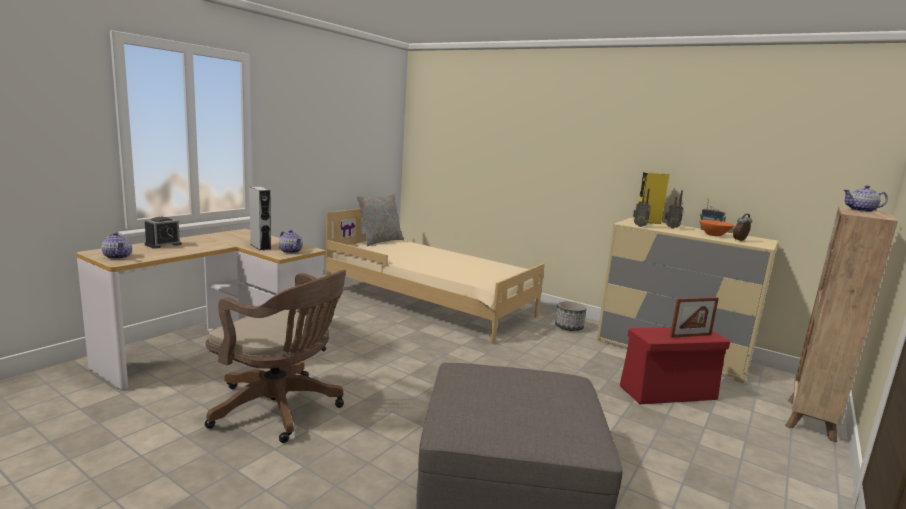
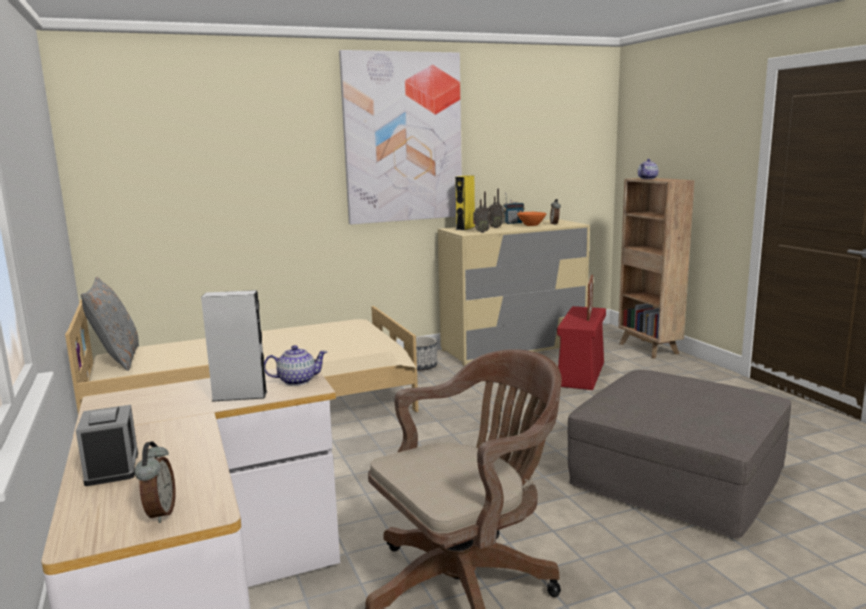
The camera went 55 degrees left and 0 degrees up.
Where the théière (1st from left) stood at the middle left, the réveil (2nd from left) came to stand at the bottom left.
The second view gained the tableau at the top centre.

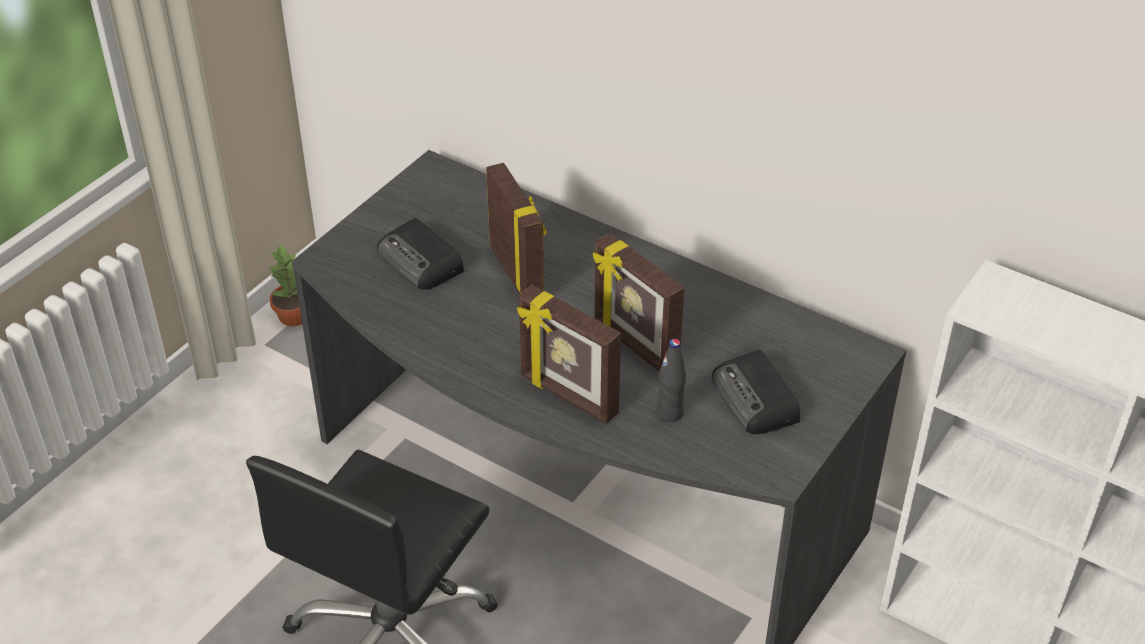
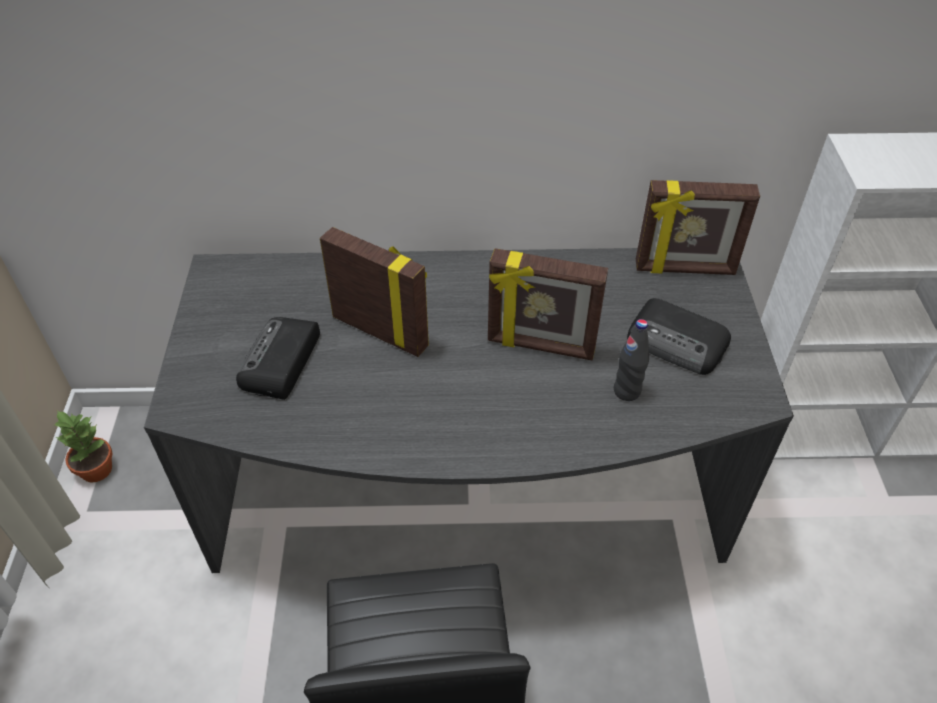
The camera went 35 degrees left and 5 degrees up.
The radio (1st from left) at the centre ended up facing another way, 90 degrees clockwise from before.
The cadre photo (2nd from left in the first image) ended up elsewhere, having gone from the centre to the top right.

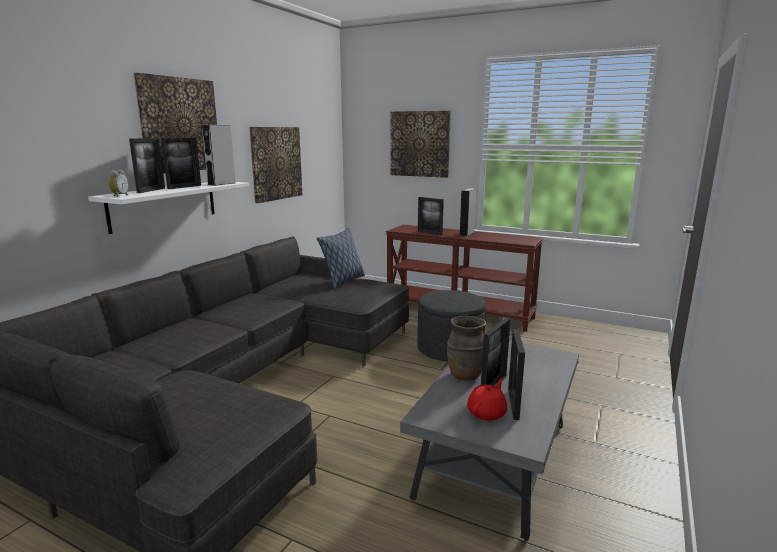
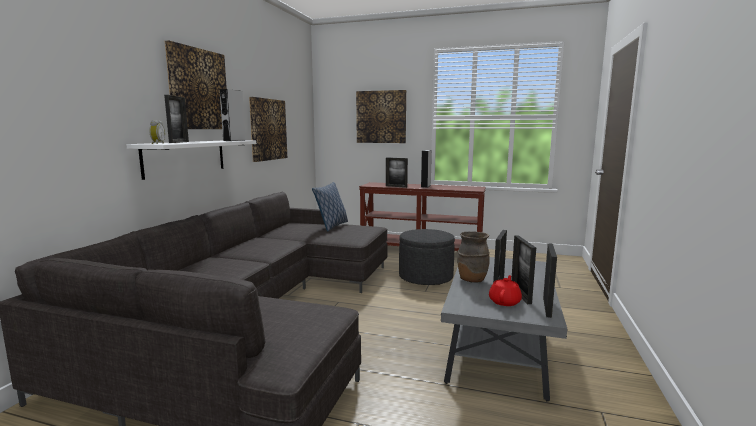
The camera went 10 degrees left and 5 degrees down.
The cadre photo (2nd from left in the first image) ended up elsewhere, having gone from the top left to the middle right.

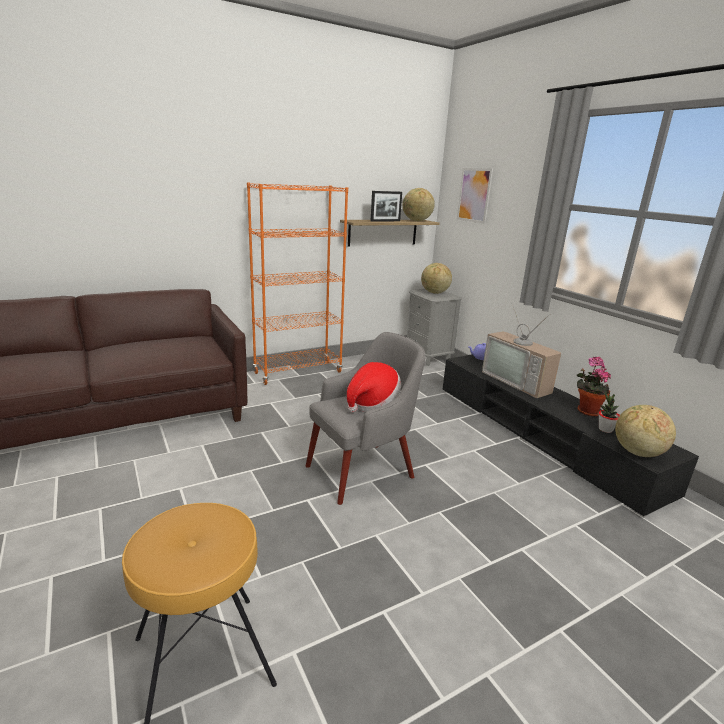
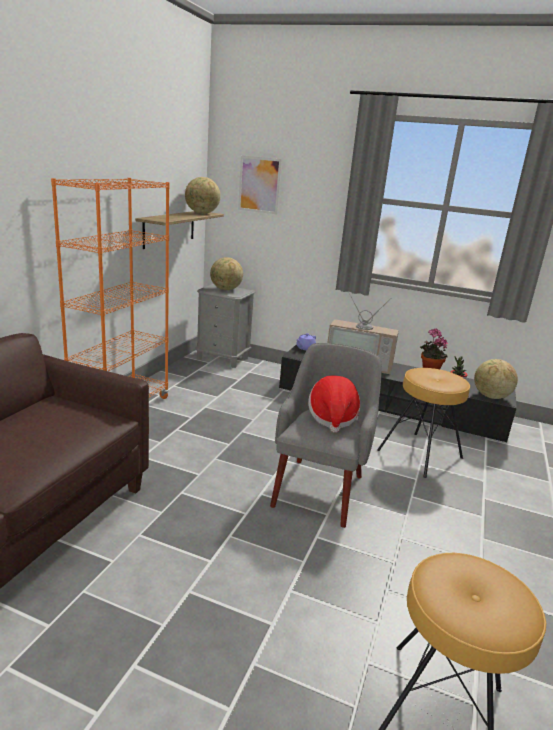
The camera went 40 degrees left and 0 degrees up.
The second view lost the cadre photo at the top centre.
The second view gained the tabouret [marron] (1st from left) at the middle right.

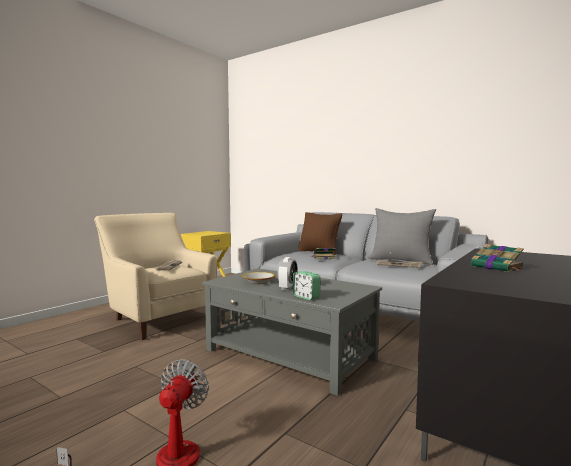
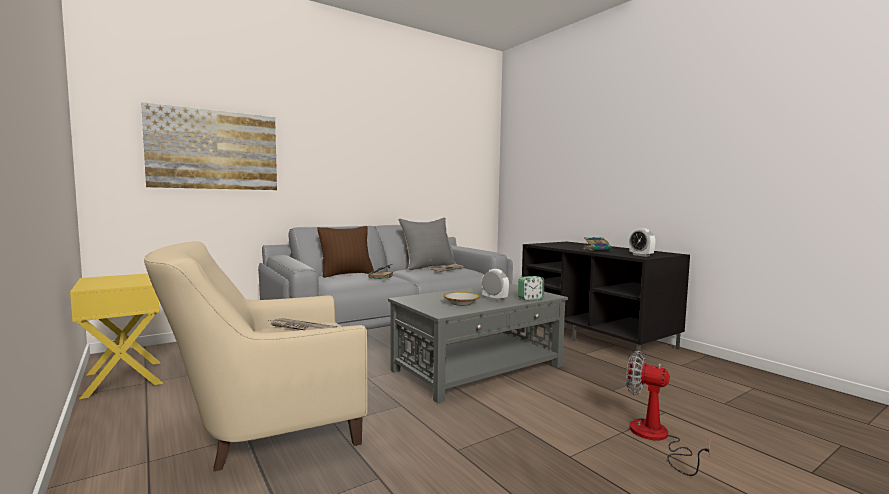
The camera went 70 degrees left and 0 degrees up.
The second view gained the tableau at the top left.
The second view gained the réveil (3rd from left) at the middle right.

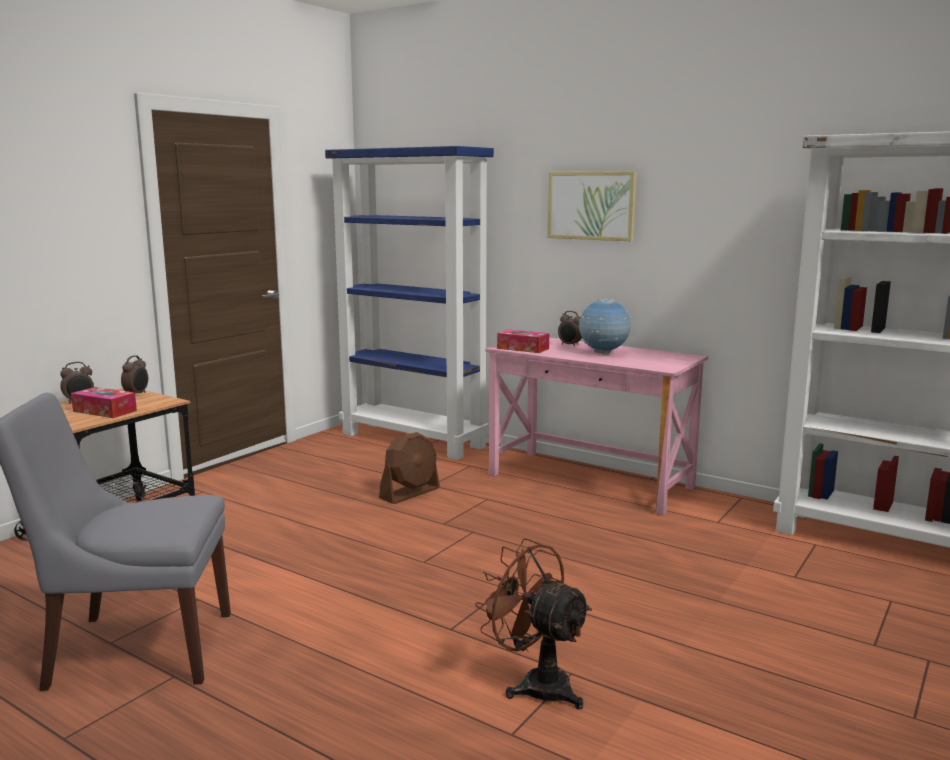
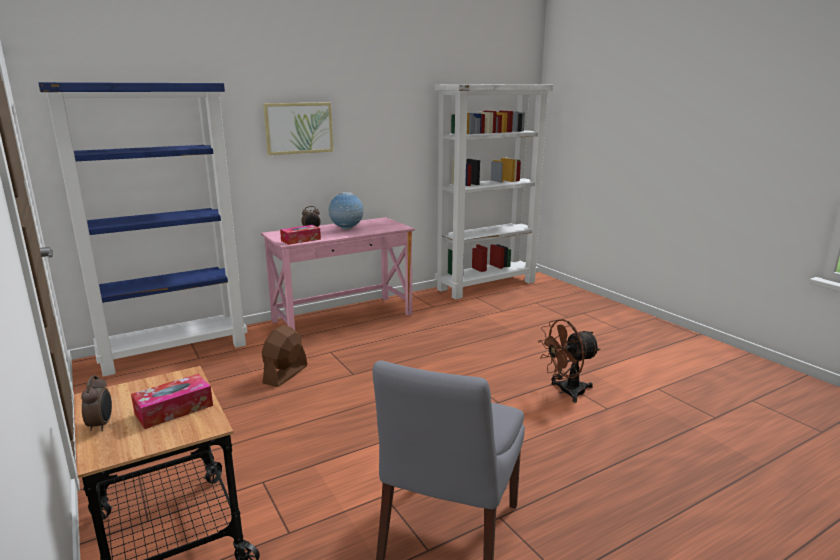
The camera went 65 degrees left and 5 degrees up.
The second view lost the réveil (2nd from left) at the middle left.
The ventilateur [marron] (1st from left) at the centre ended up facing another way, 135 degrees counterclockwise from before.

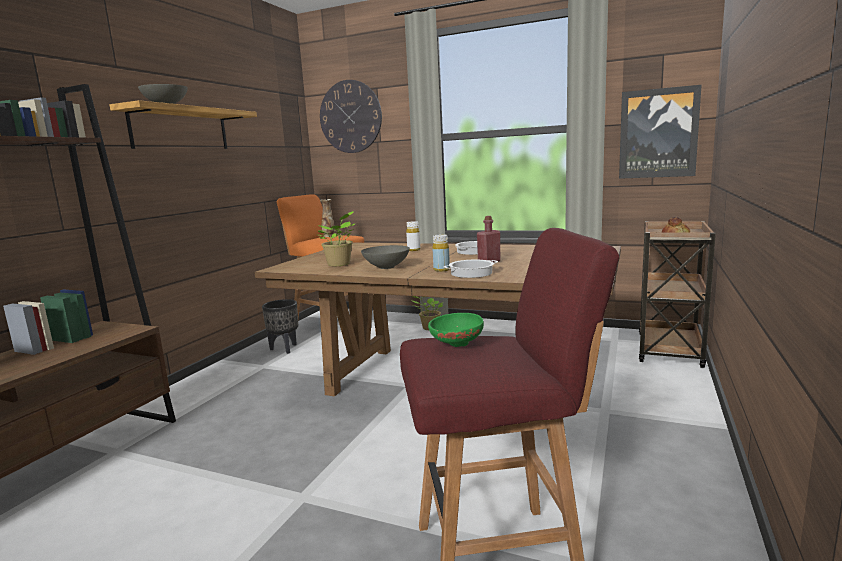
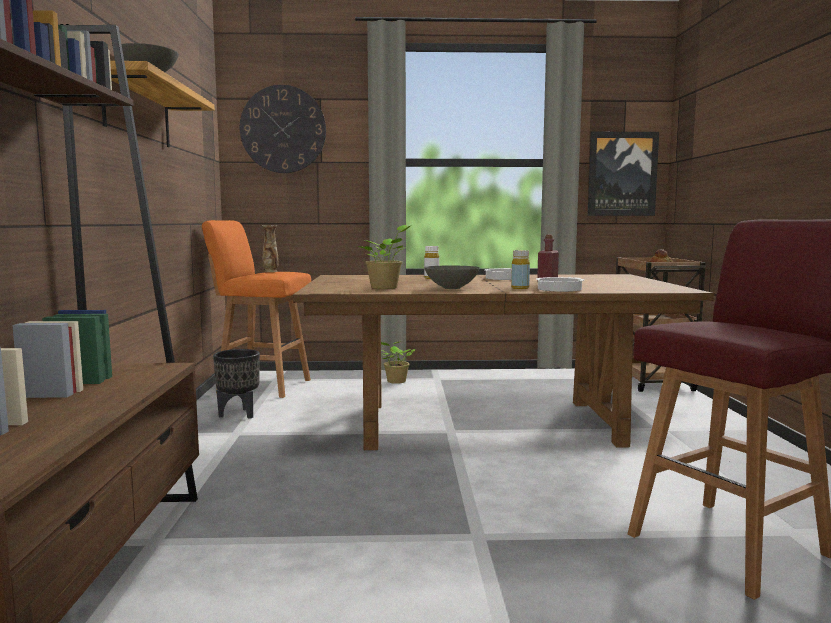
The camera went 25 degrees left and 5 degrees down.
The second view lost the bol [vert] at the centre.

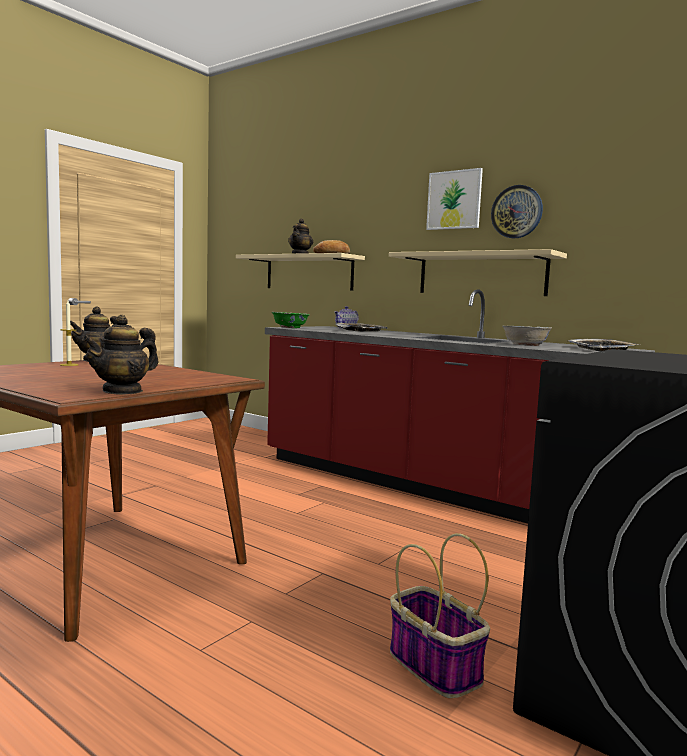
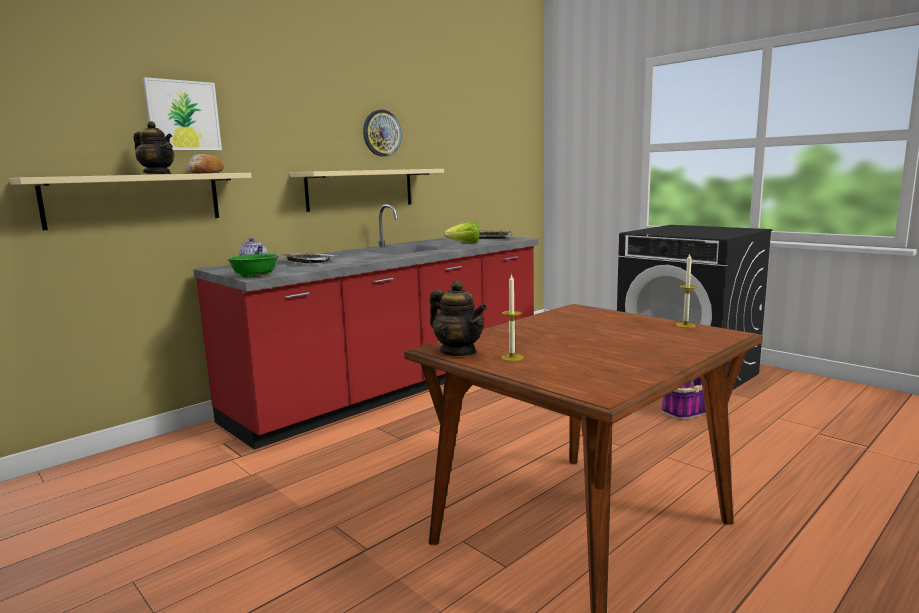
The camera went 80 degrees left and 5 degrees up.
The tableau ended up elsewhere, having gone from the top centre to the top left.
Where the théière (2nd from left) stood at the middle left, the bougie (2nd from left) came to stand at the middle right.
Where the bol [blanc] stood at the middle right, the laitue came to stand at the centre.

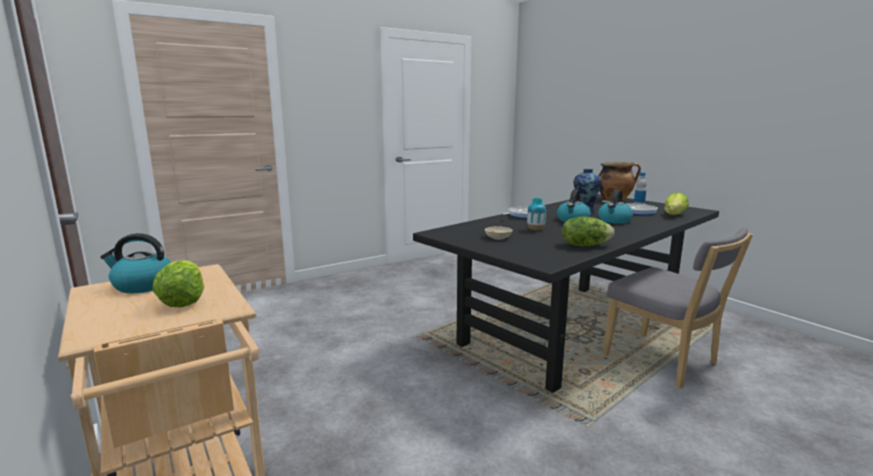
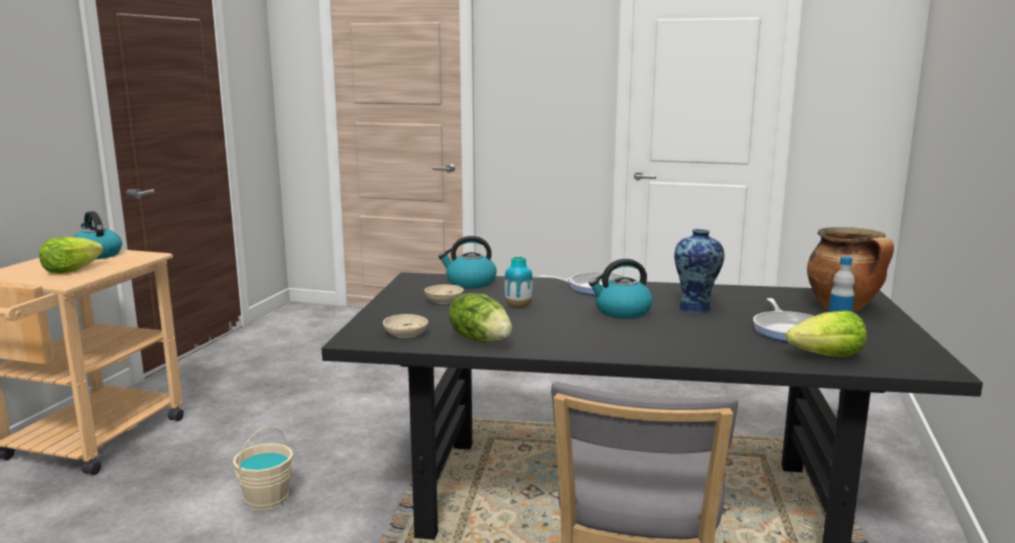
The camera went 50 degrees right and 0 degrees up.
The bouilloire (3rd from left in the first image) ended up elsewhere, having gone from the middle right to the centre.
The second view gained the bol [beige] (1st from left) at the centre.
The second view gained the seau [beige] at the bottom left.

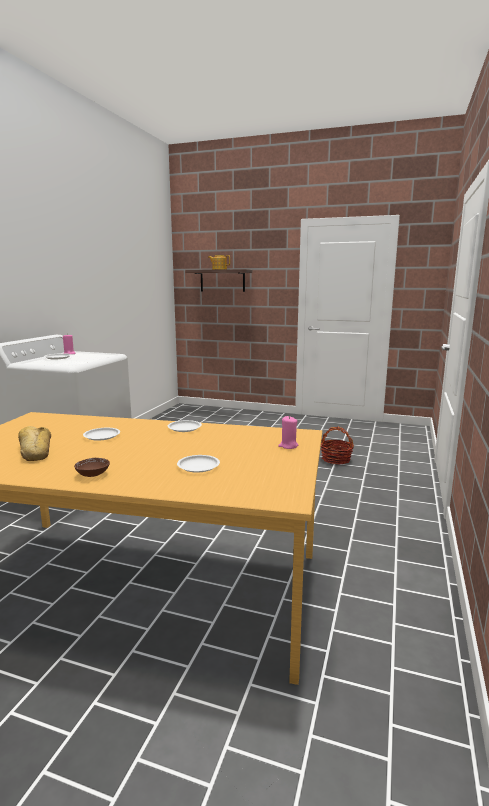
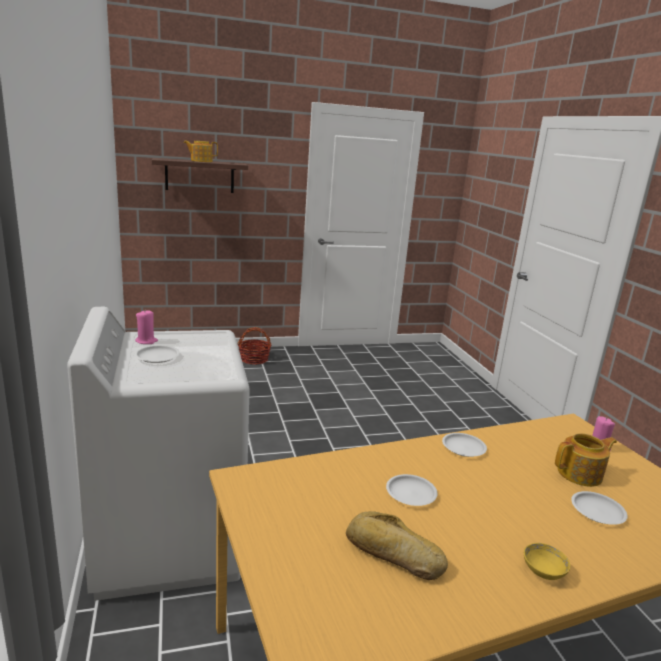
The camera went 35 degrees left and 5 degrees up.
The panier ended up elsewhere, having gone from the middle right to the centre.
What was the bol [marron] at the middle left turned into the bol [jaune] at the bottom right.
The second view gained the théière (2nd from left) at the bottom right.

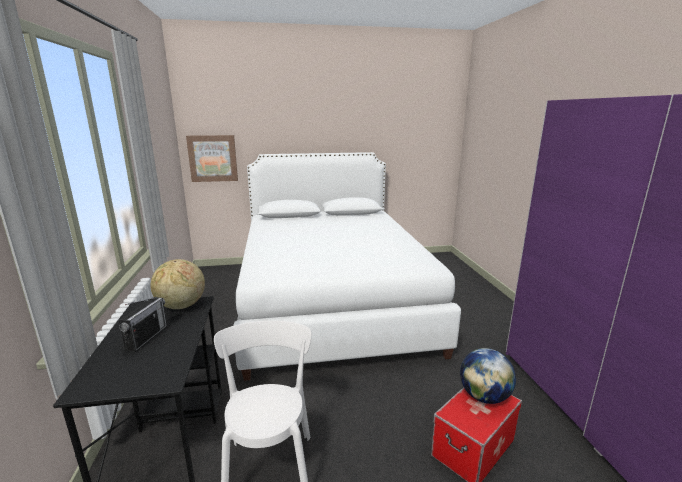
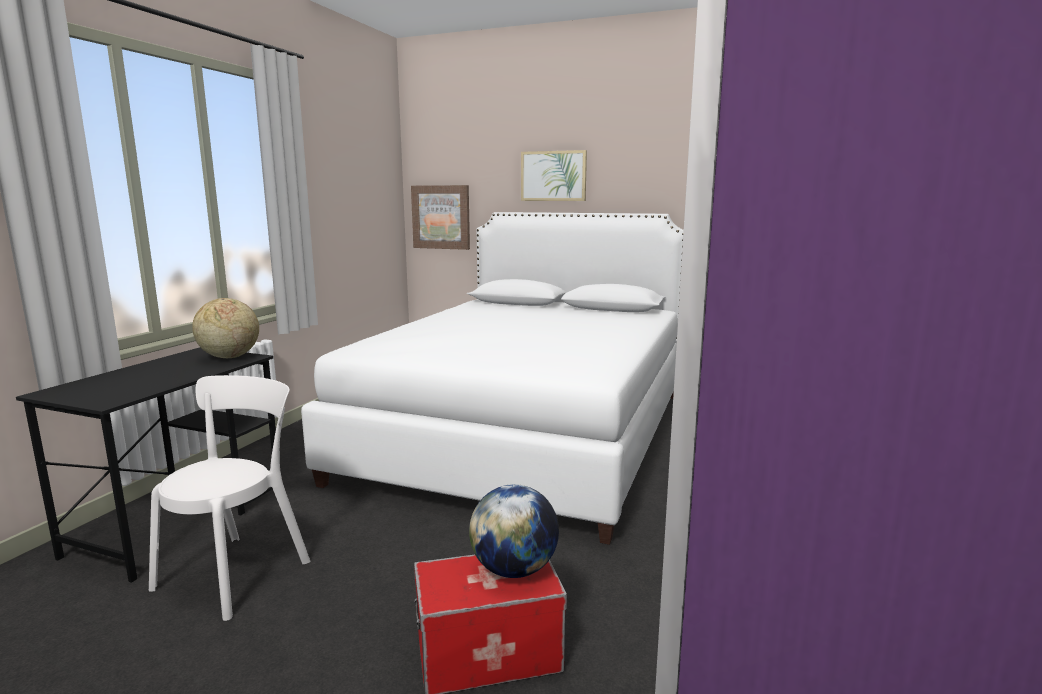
The camera went 30 degrees right and 5 degrees down.
The second view lost the radio at the bottom left.
The second view gained the tableau (2nd from left) at the top centre.

